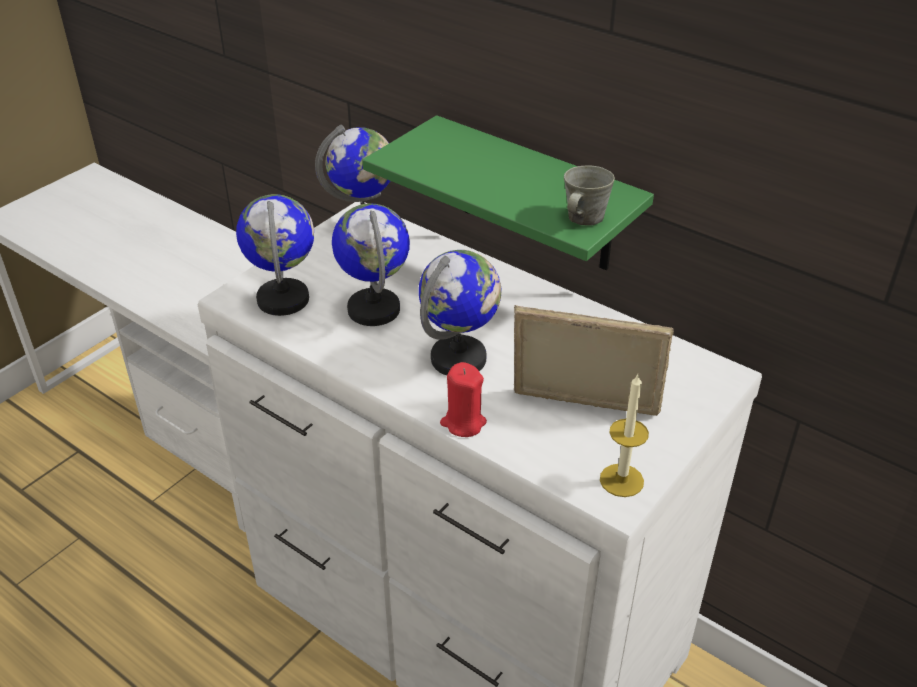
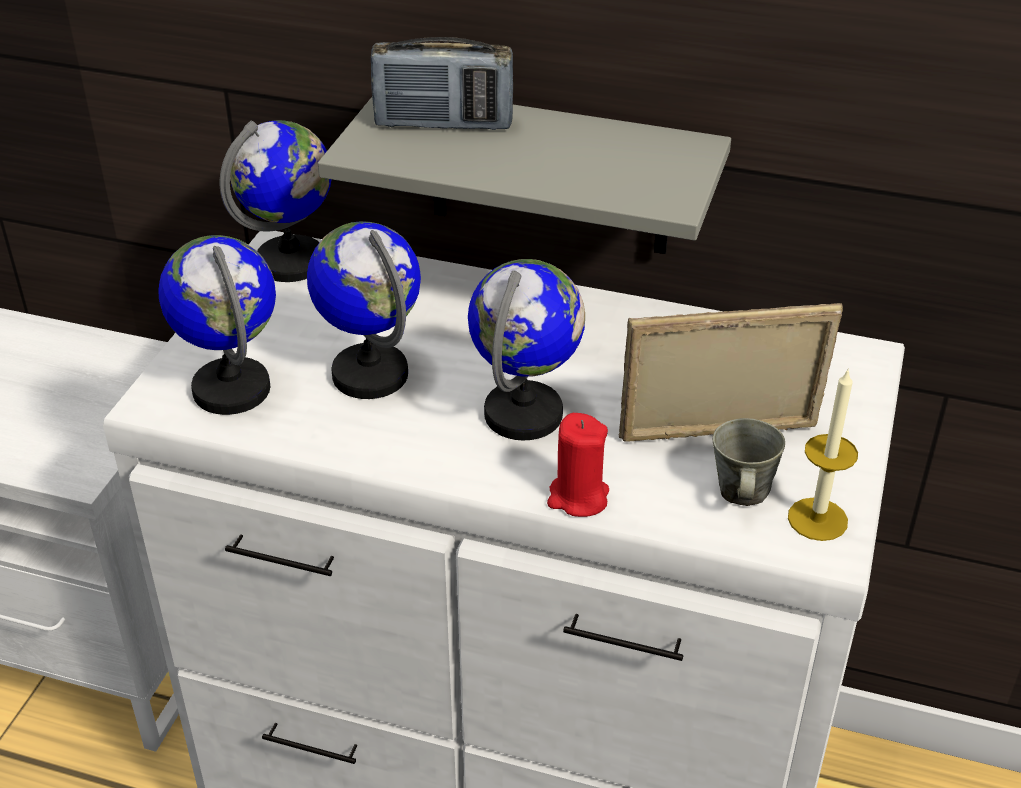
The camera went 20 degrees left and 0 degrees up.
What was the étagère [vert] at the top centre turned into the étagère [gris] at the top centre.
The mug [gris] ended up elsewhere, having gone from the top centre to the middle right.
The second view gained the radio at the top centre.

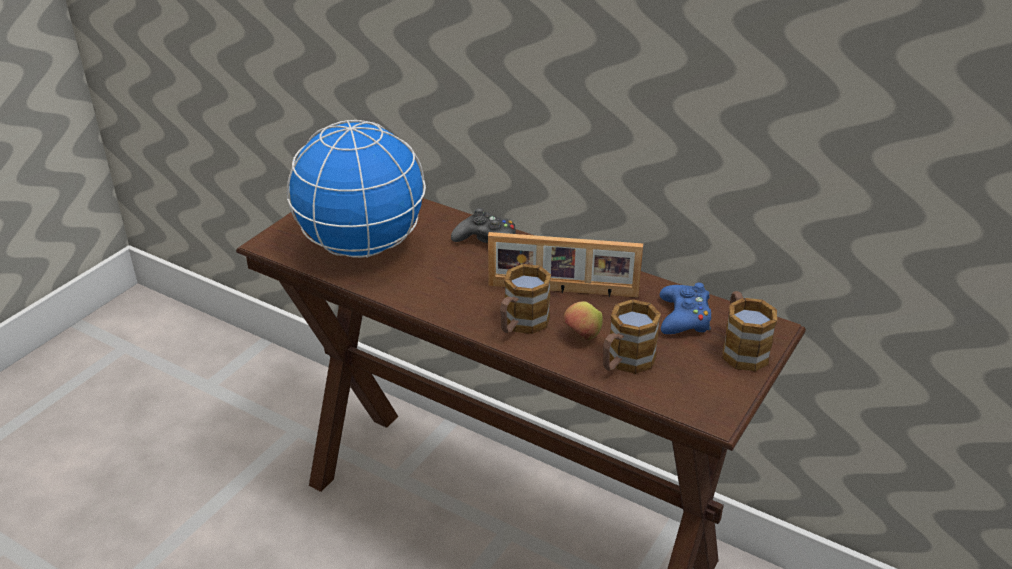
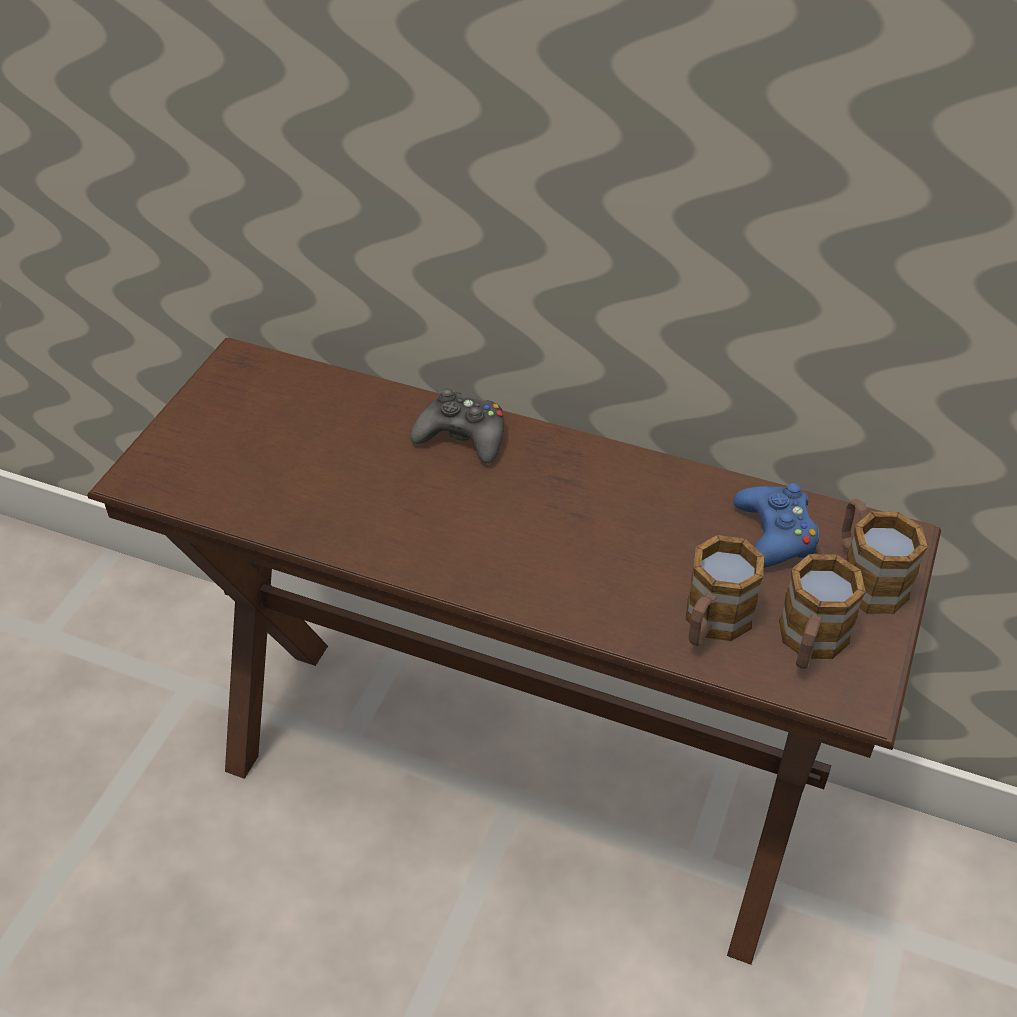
The camera went 10 degrees left and 10 degrees up.
The second view lost the globe at the top centre.
The second view lost the cadre photo at the centre.
The mug (1st from left in the first image) ended up elsewhere, having gone from the centre to the middle right.
The second view lost the pomme at the centre.

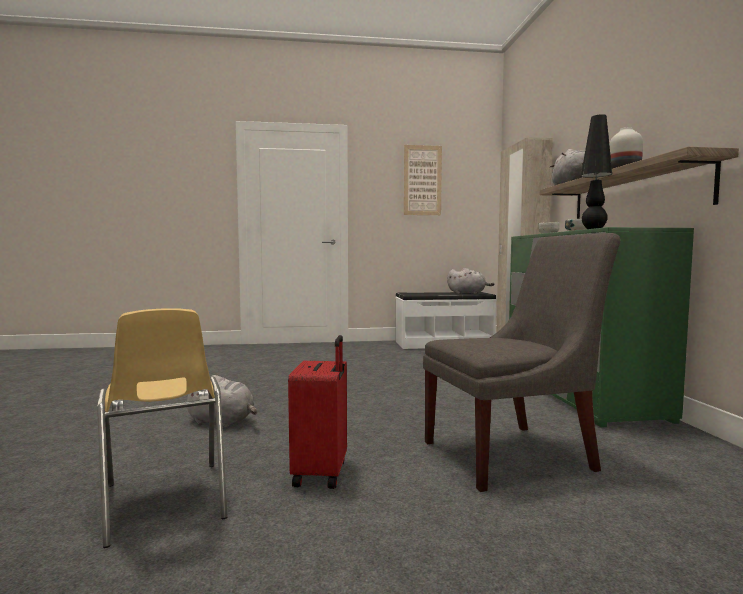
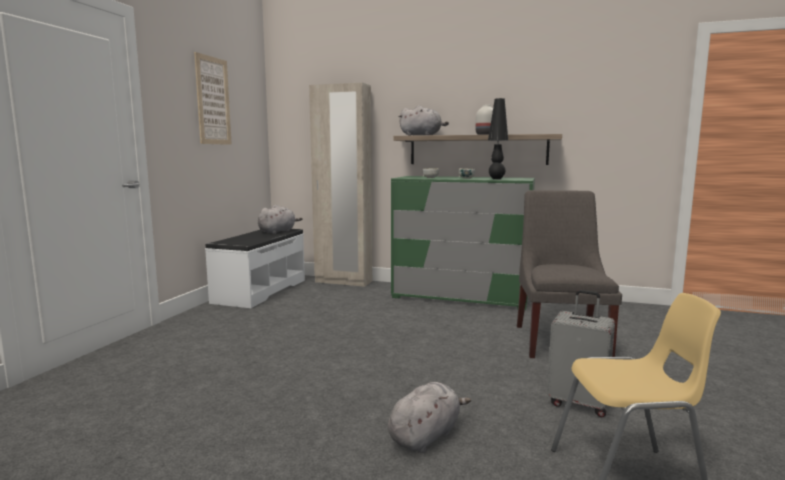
The camera went 65 degrees left and 5 degrees up.
What was the valise [rouge] at the bottom centre turned into the valise [gris] at the bottom right.

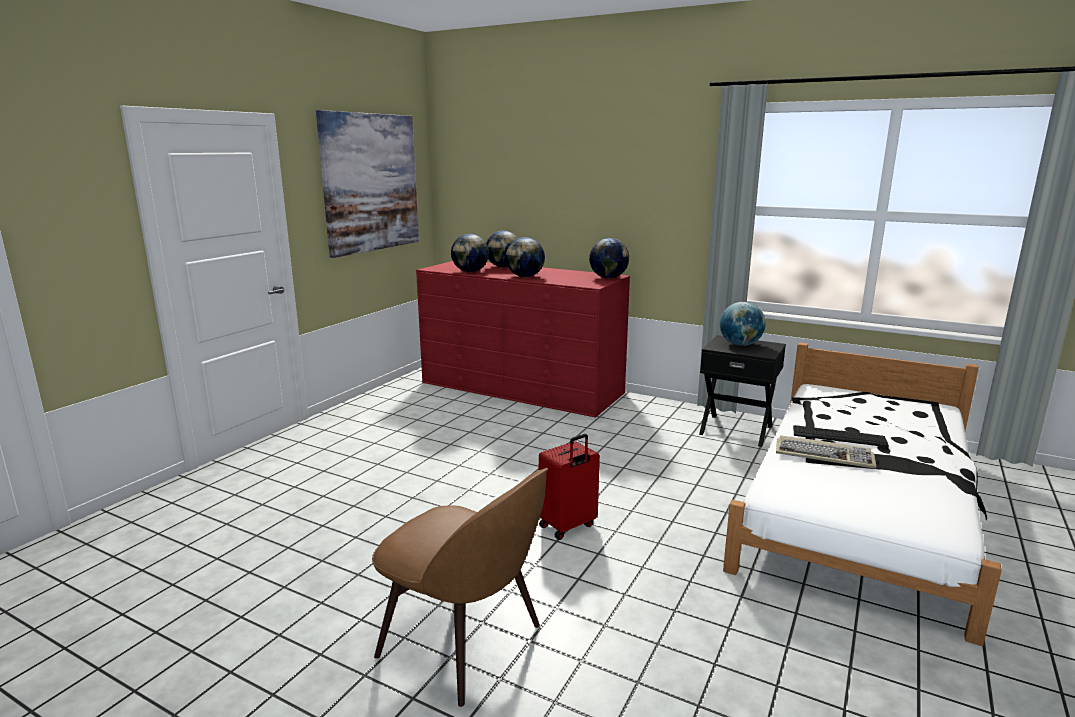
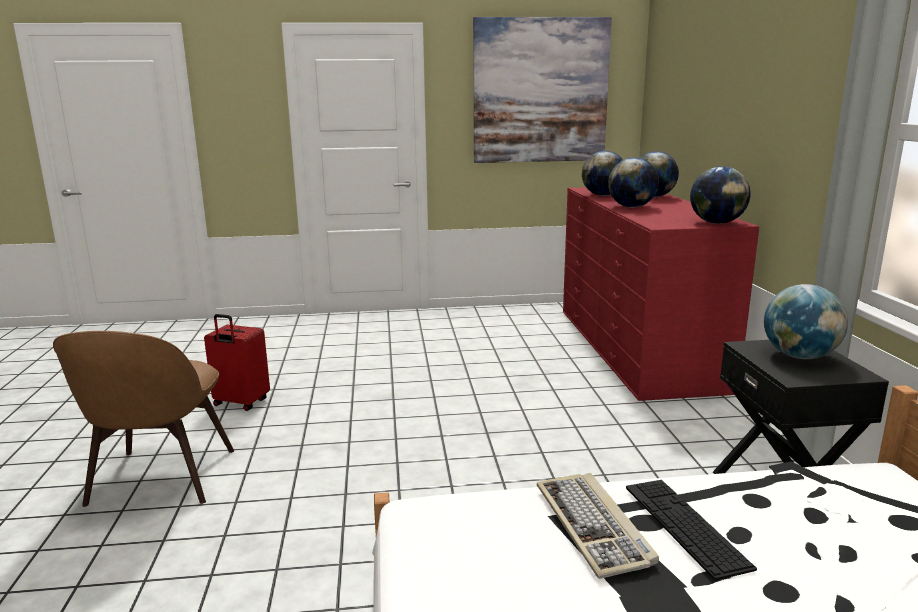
The camera went 55 degrees right and 0 degrees up.
The valise [rouge] ended up elsewhere, having gone from the bottom centre to the middle left.

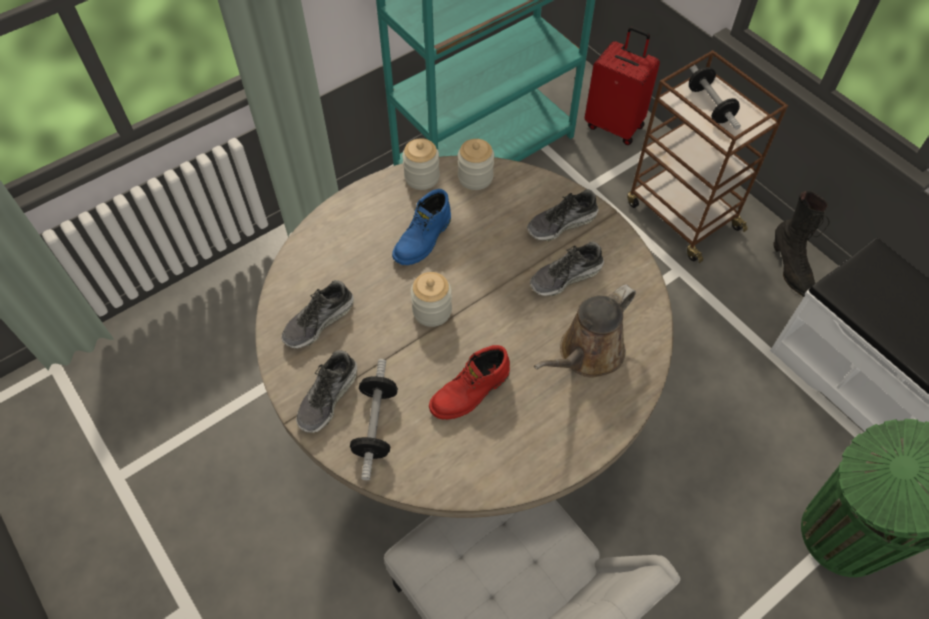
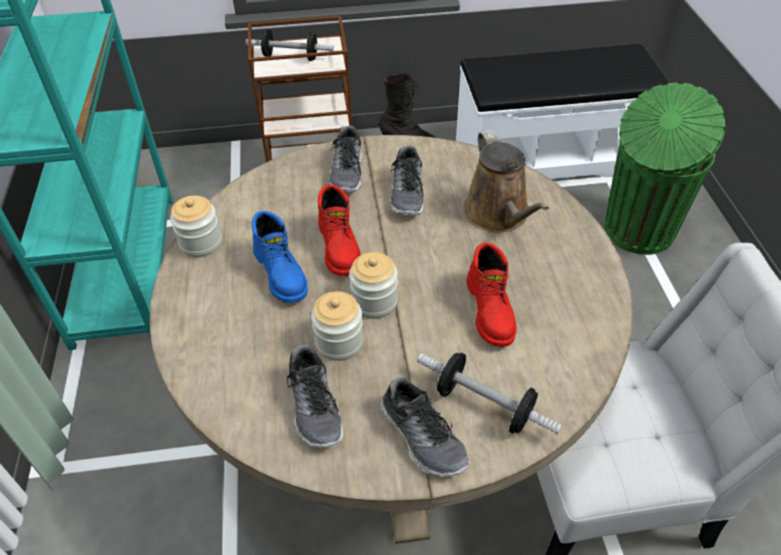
The camera went 60 degrees left and 10 degrees down.
The second view lost the valise [rouge] at the top right.
The bocal (3rd from left in the first image) ended up elsewhere, having gone from the top centre to the centre.
The second view gained the botte [rouge] (1st from left) at the centre.

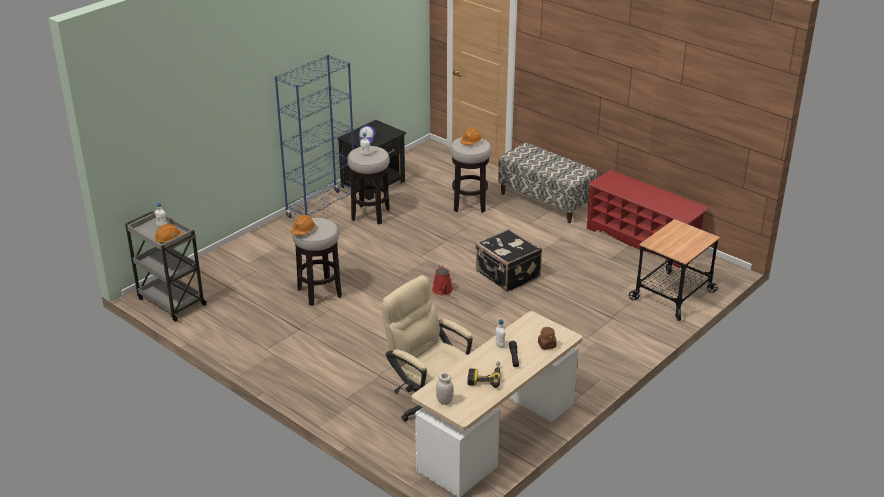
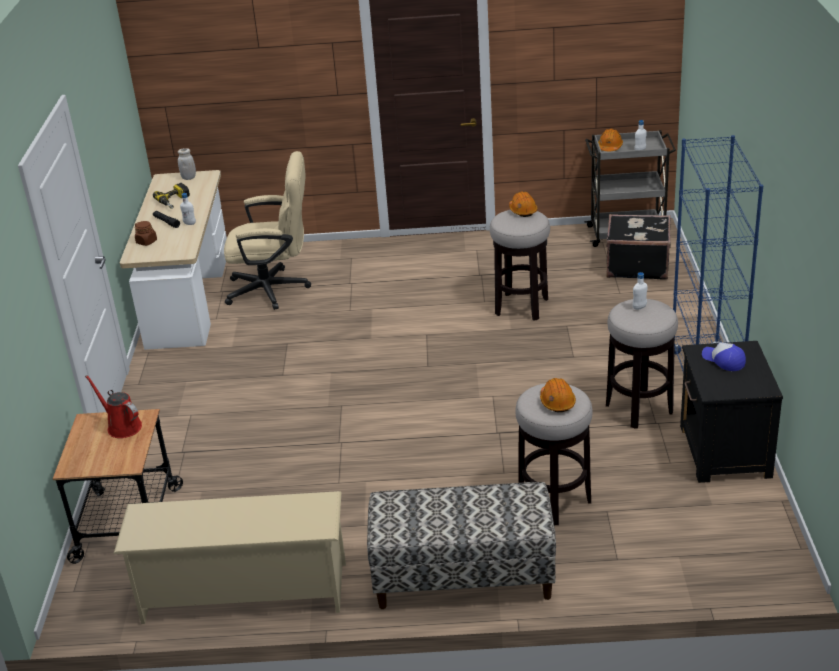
The camera went 140 degrees right and 0 degrees up.
What was the étagère à chaussures [rouge] at the middle right turned into the étagère à chaussures [beige] at the bottom left.
The valise [noir] ended up elsewhere, having gone from the centre to the middle right.
The arrosoir [rouge] ended up elsewhere, having gone from the centre to the middle left.

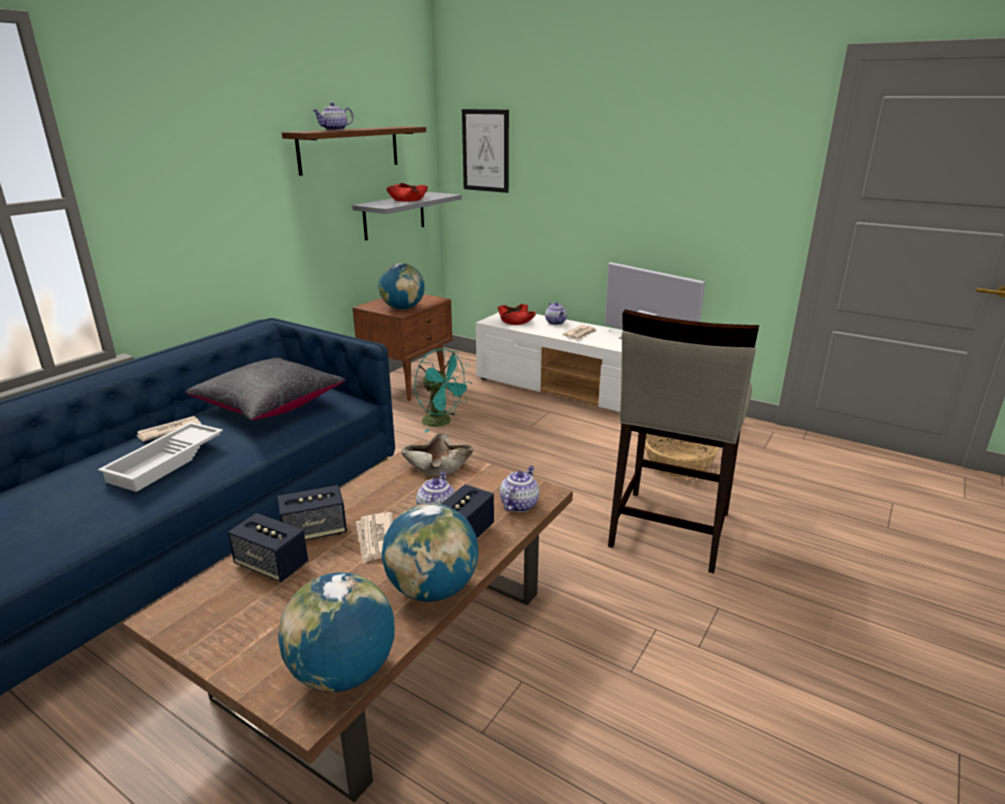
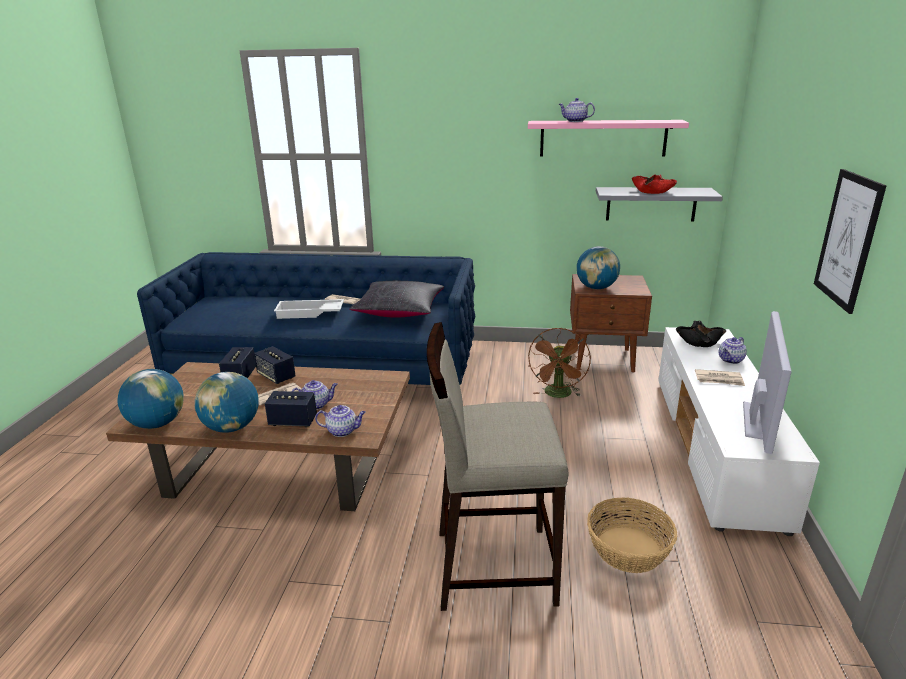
The camera went 65 degrees right and 0 degrees up.
The tableau ended up elsewhere, having gone from the top centre to the middle right.
What was the étagère [marron] at the top centre turned into the étagère [rose] at the top right.
What was the bol [rouge] (2nd from left) at the centre turned into the bol [noir] at the middle right.
What was the ventilateur [turquoise] at the centre turned into the ventilateur [marron] at the centre.
The second view lost the bol [beige] at the centre.

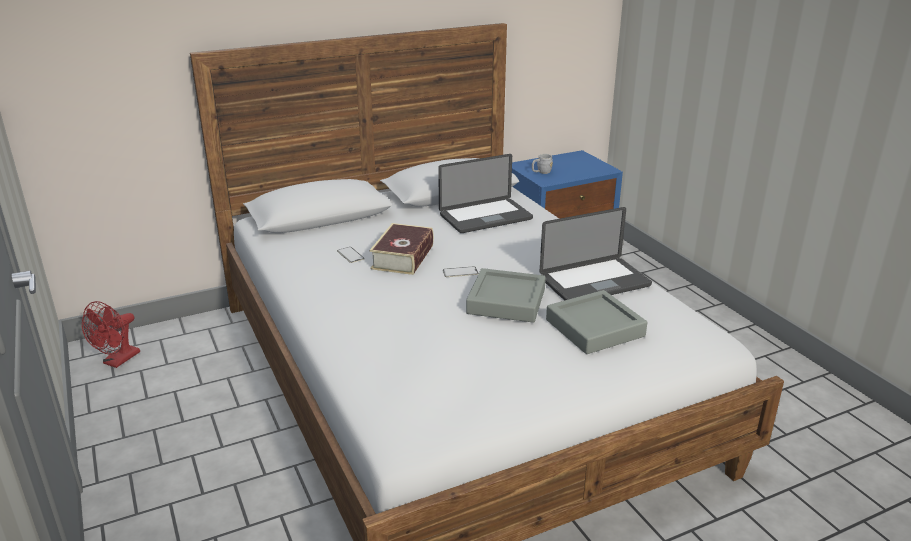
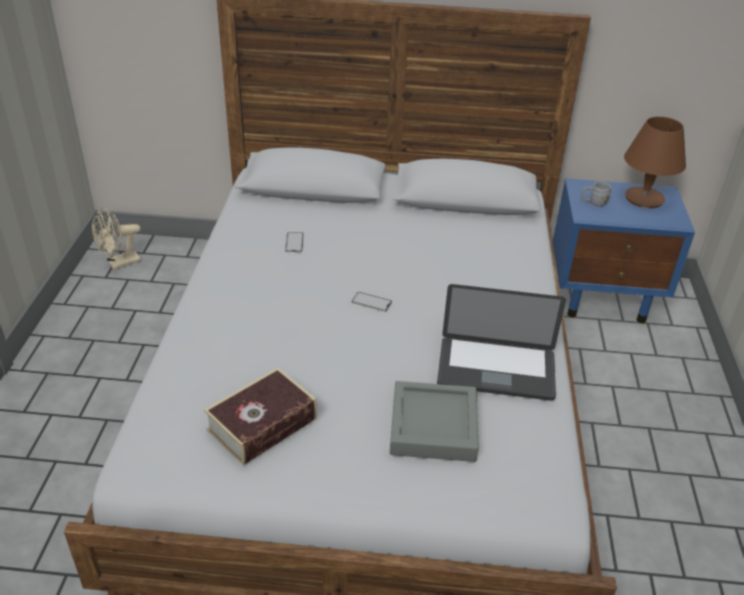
The camera went 30 degrees right and 10 degrees up.
The second view lost the ordinateur portable (1st from left) at the centre.
The livre ended up elsewhere, having gone from the centre to the bottom centre.
The second view lost the plateau [gris] (1st from left) at the centre.
What was the ventilateur [rouge] at the middle left turned into the ventilateur [beige] at the middle left.
The second view gained the lampe de table [marron] at the top right.

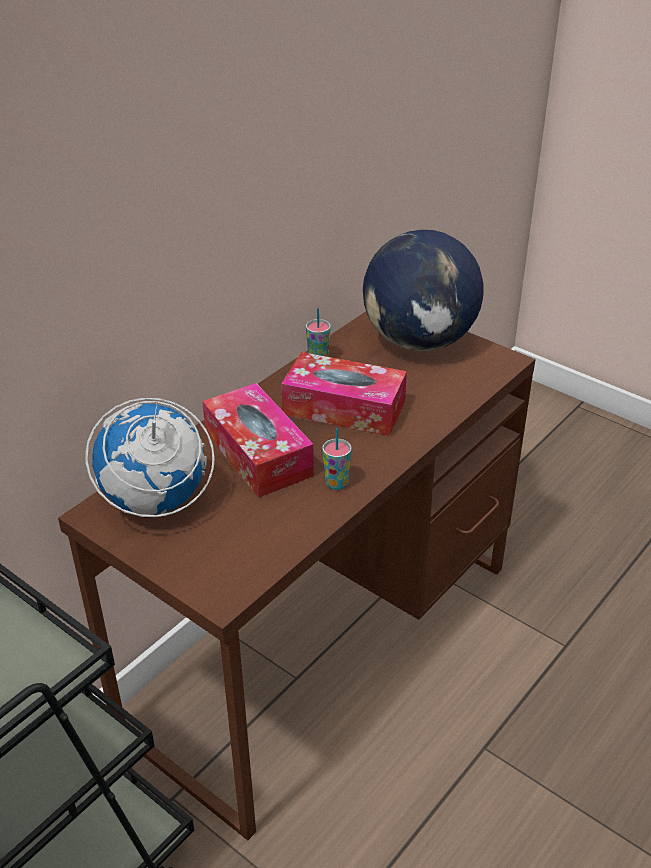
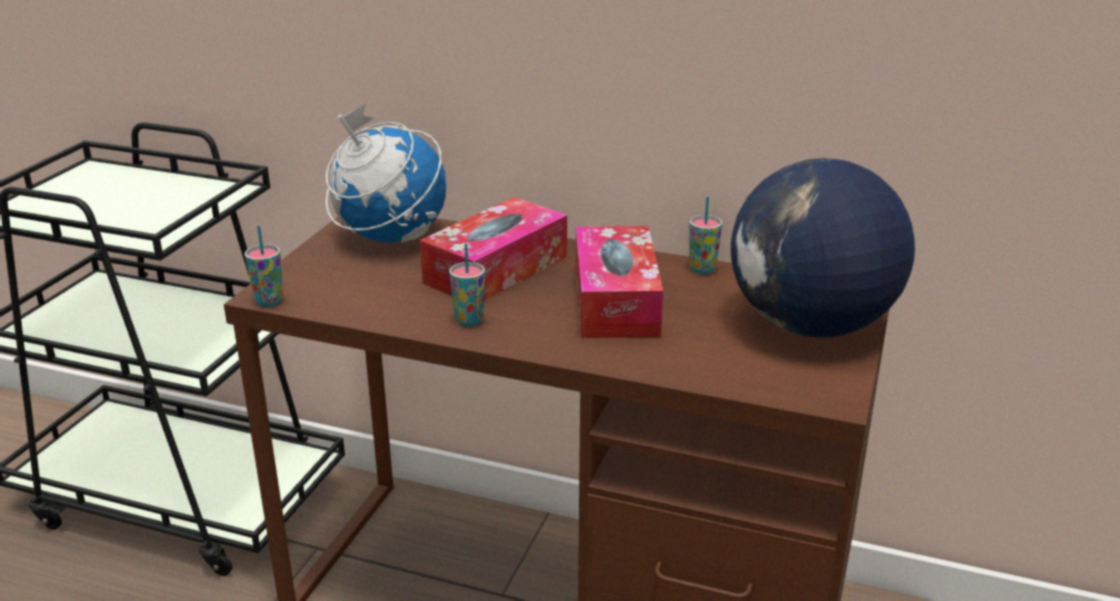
The camera went 70 degrees right and 10 degrees down.
The second view gained the tasse (1st from left) at the middle left.

